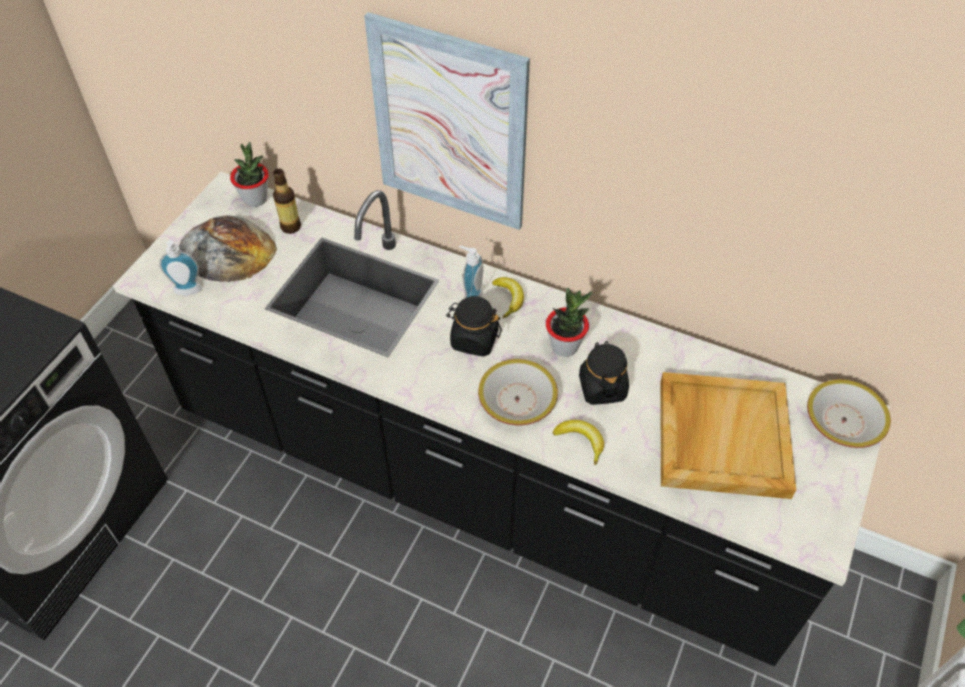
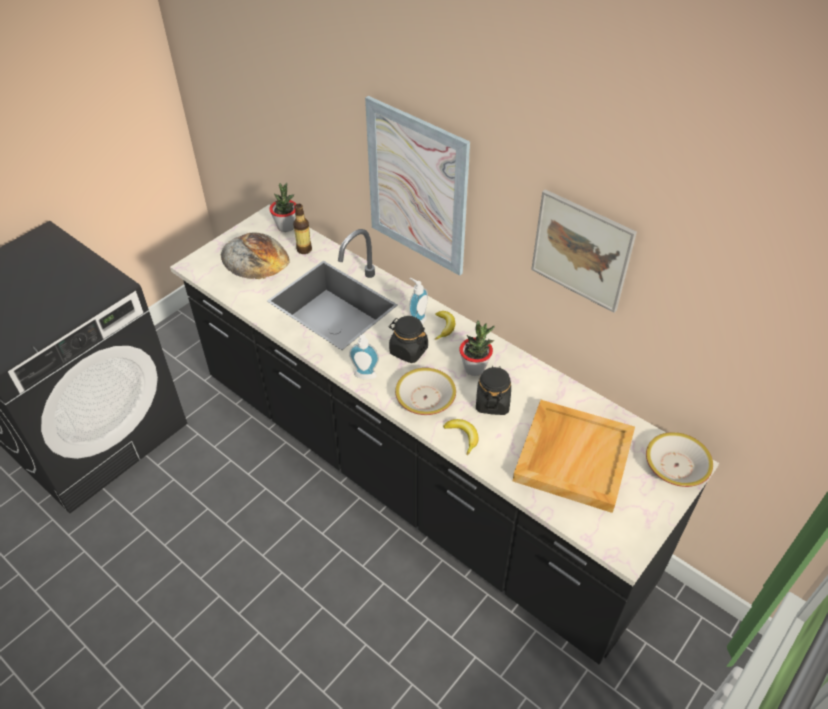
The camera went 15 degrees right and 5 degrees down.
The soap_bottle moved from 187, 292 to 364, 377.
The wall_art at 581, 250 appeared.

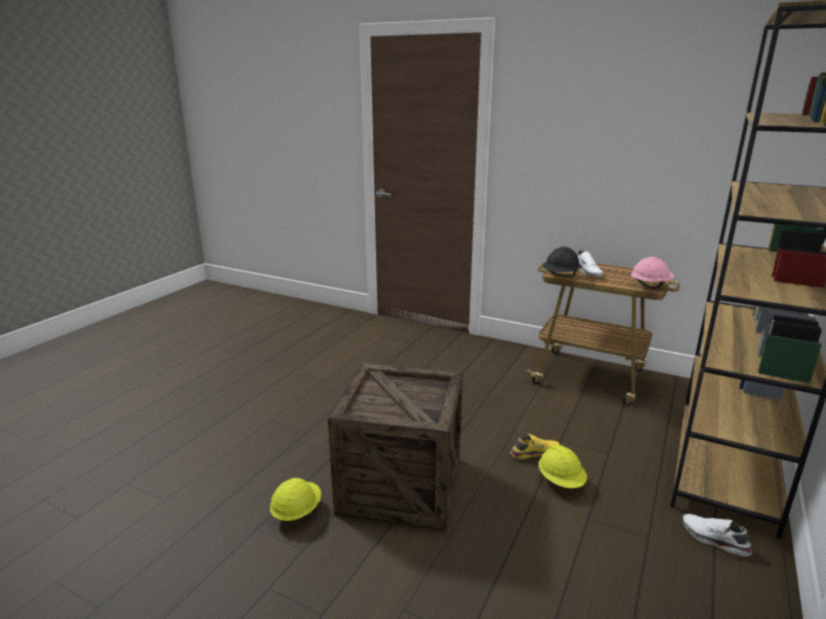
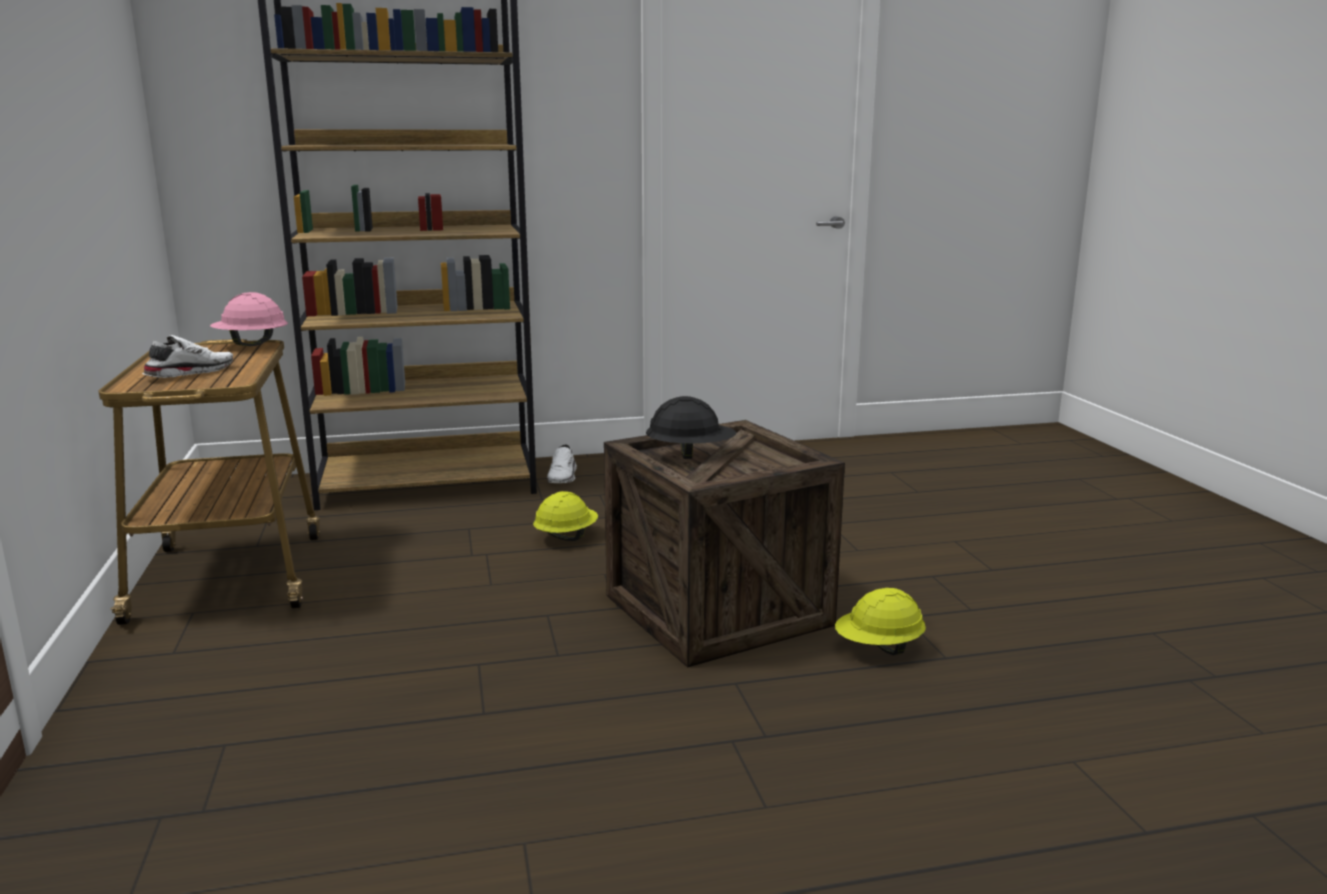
The camera went 130 degrees left and 5 degrees down.
The yellowish_low_shoe at 534, 452 disappeared.
The blackish_safety_helmet moved from 560, 276 to 690, 455.

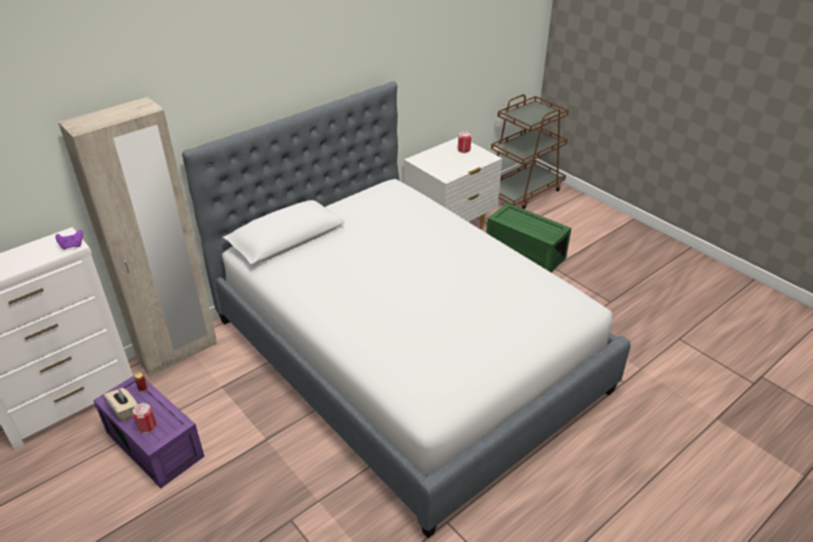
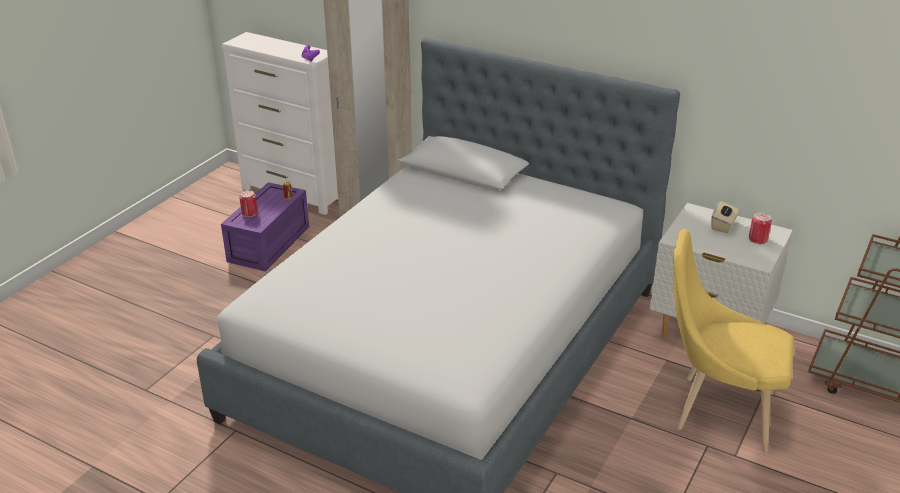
The camera went 70 degrees right and 5 degrees down.
The beige-coloured_box_of_tissues moved from 124, 410 to 723, 225.
The greenish_storage_box at 523, 253 was replaced by the yellowish_chair at 716, 410.

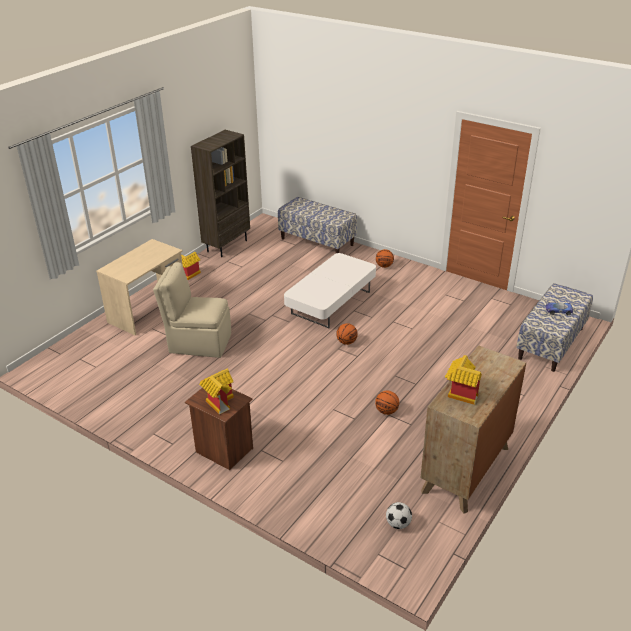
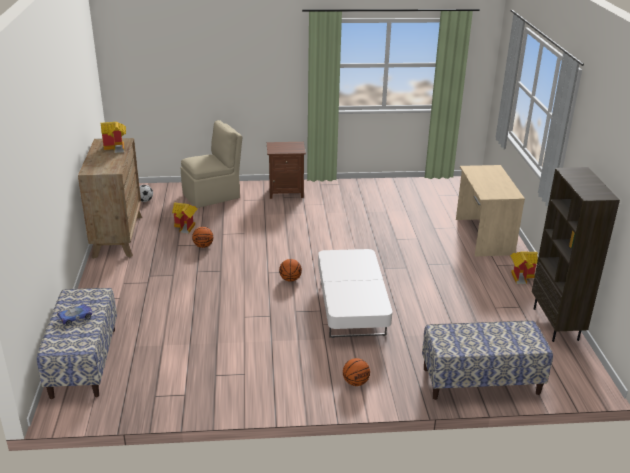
The camera went 140 degrees right and 5 degrees down.
The beige-coloured_chair moved from 198, 343 to 212, 196.
The toy_house moved from 219, 401 to 186, 227.

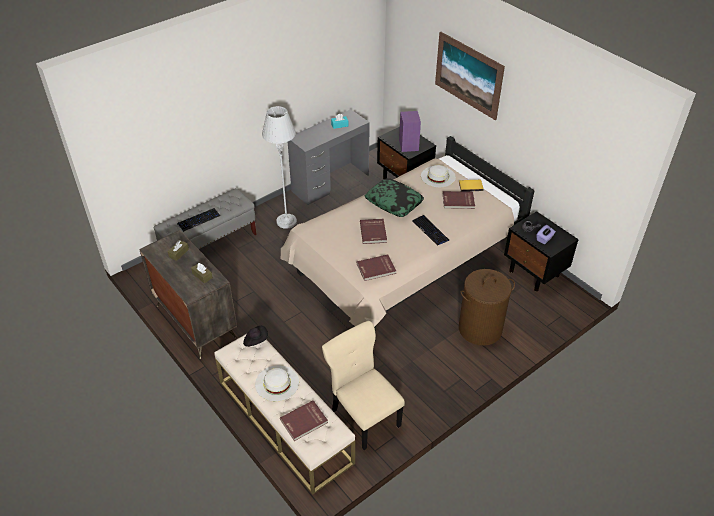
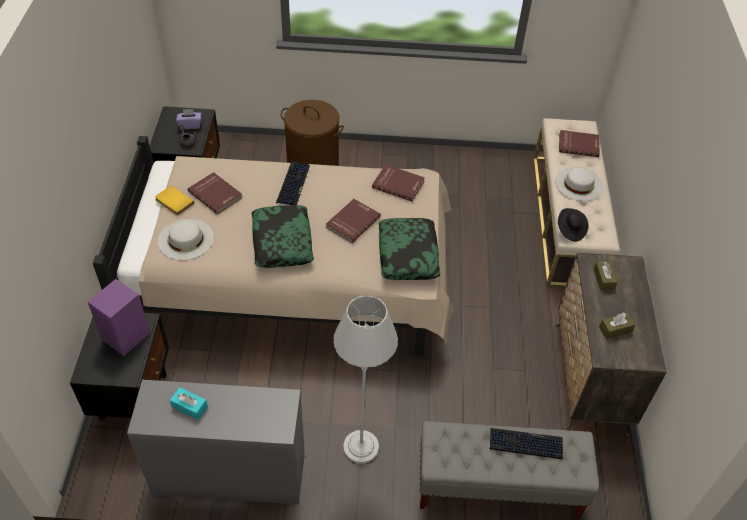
The camera went 140 degrees left and 5 degrees up.
The beige-coloured_chair at 364, 416 disappeared.
The wall_art at 468, 75 disappeared.
The cushion at 408, 255 appeared.

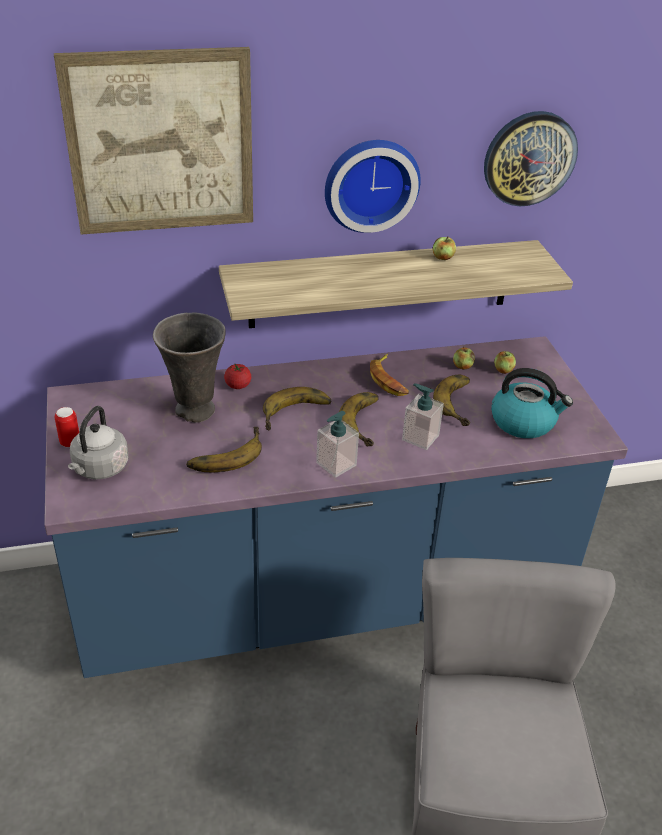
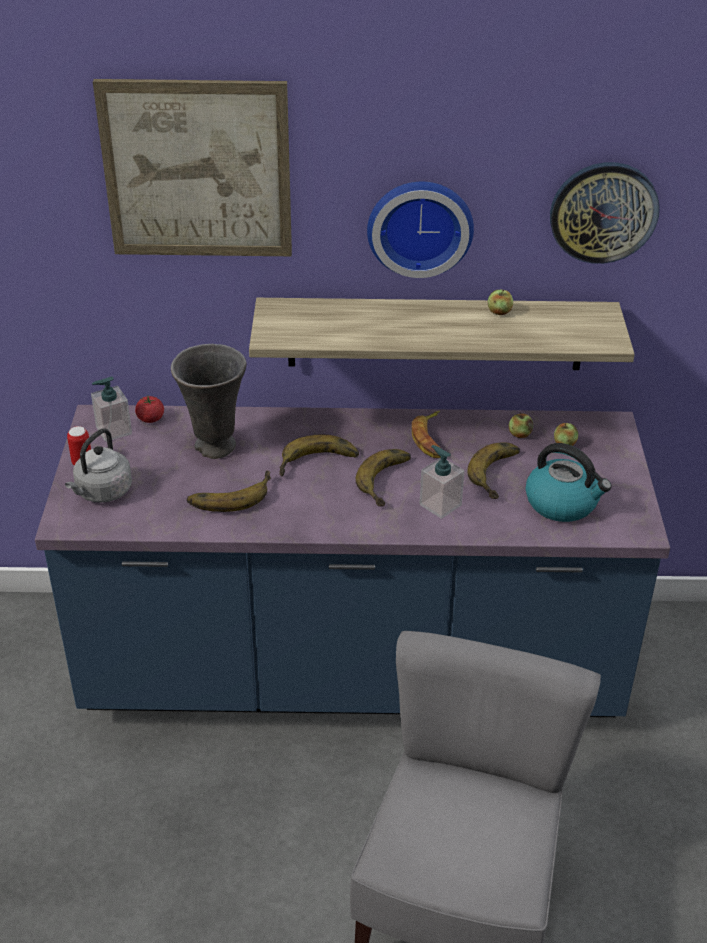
The camera went 15 degrees right and 0 degrees up.
The fresh_tomato moved from 238, 385 to 150, 419.
The soap_bottle moved from 336, 464 to 113, 430.

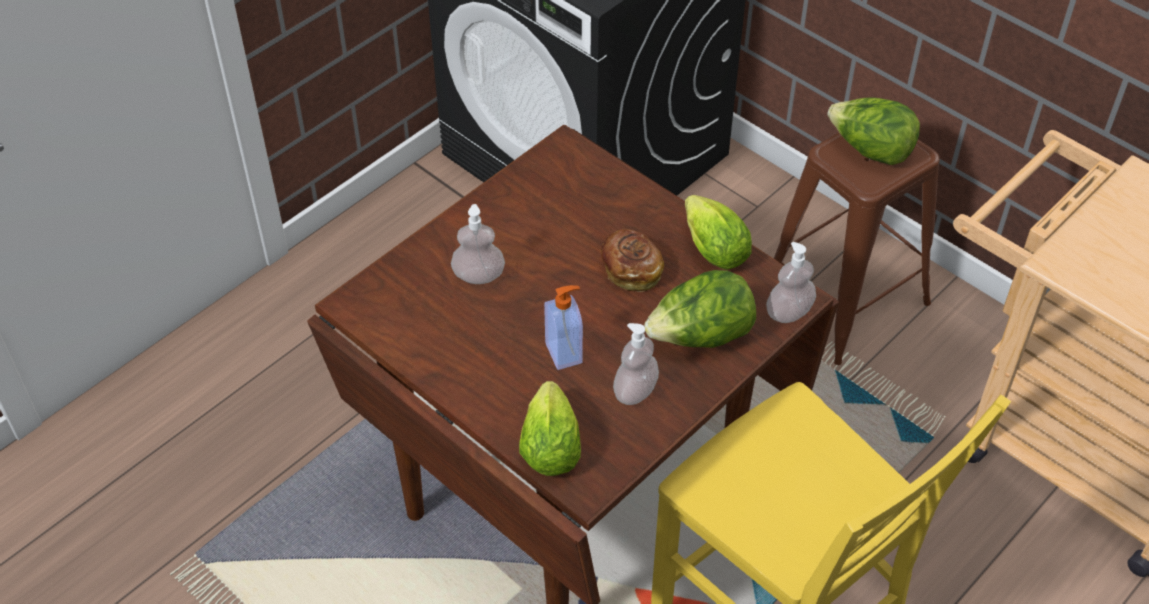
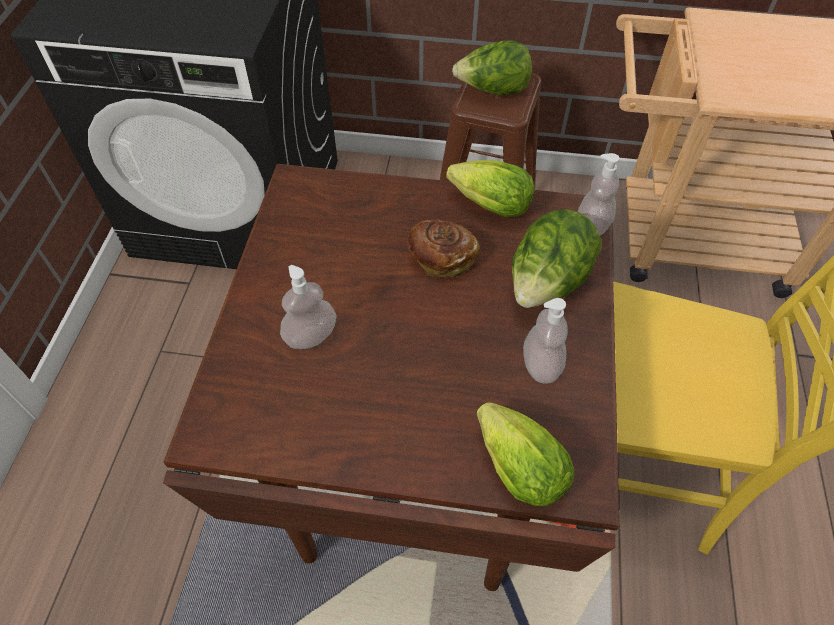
The camera went 35 degrees left and 5 degrees up.
The soap_bottle at 565, 353 disappeared.

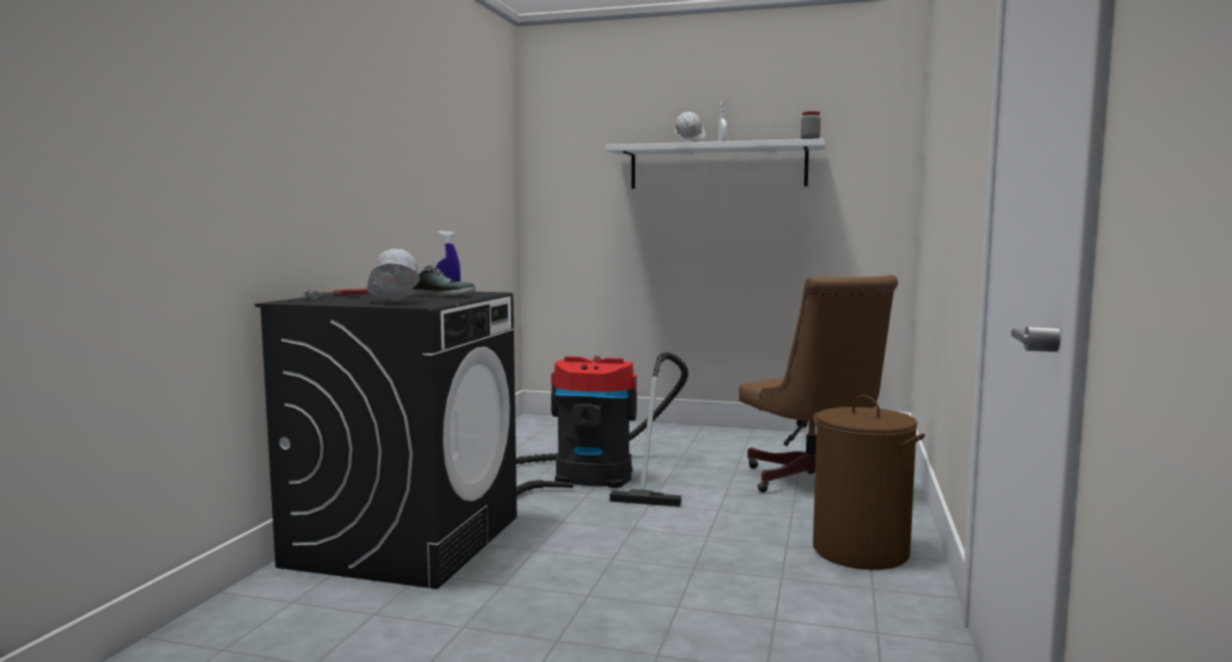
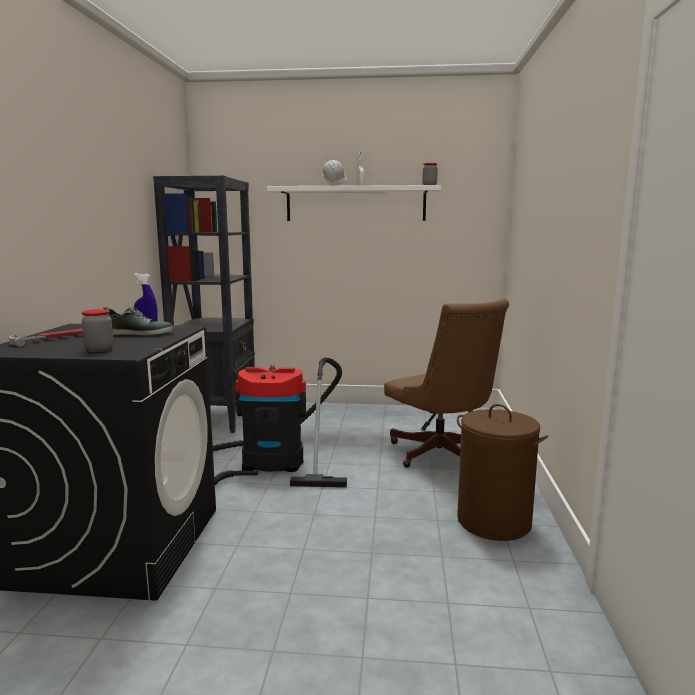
The camera went 10 degrees left and 5 degrees up.
The white_safety_helmet at 393, 302 was replaced by the preserve_jar at 99, 349.
The blackish_shelving_unit at 217, 418 appeared.

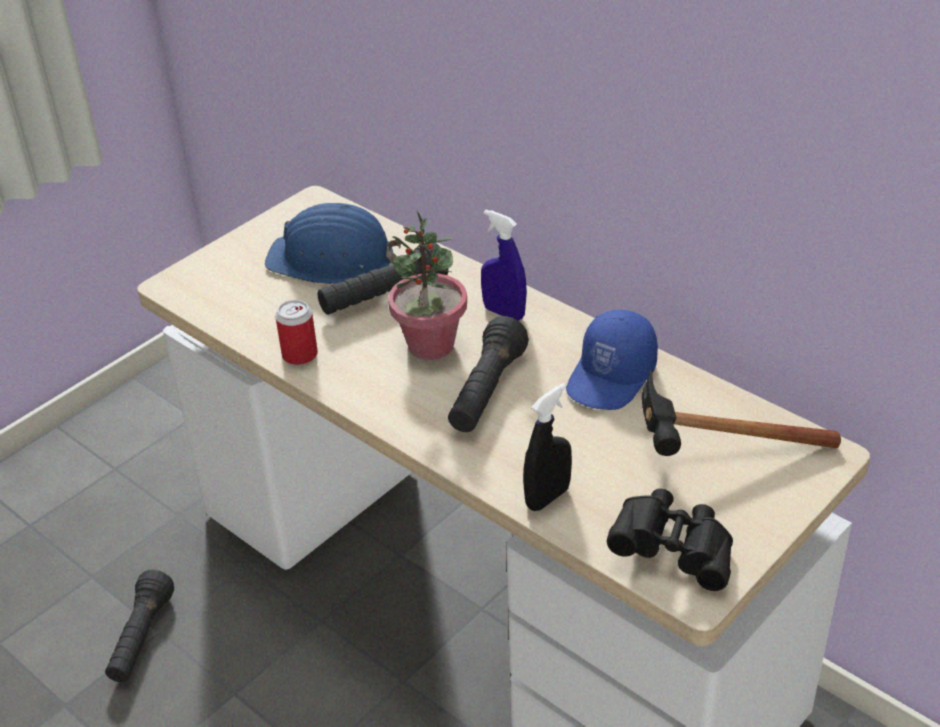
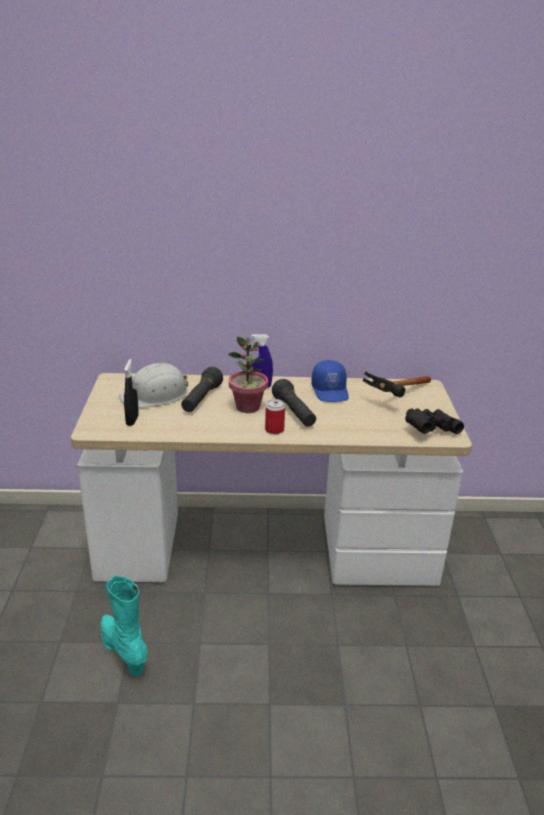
The camera went 45 degrees left and 10 degrees down.
The blackish_hand_torch at 141, 638 was replaced by the blue-green_high-top_boot at 124, 650.
The blue-coloured_safety_helmet at 332, 259 became the white_safety_helmet at 156, 395.
The sealed_can moved from 300, 355 to 274, 430.
The blackish_hand_sprayer moved from 547, 497 to 132, 420.

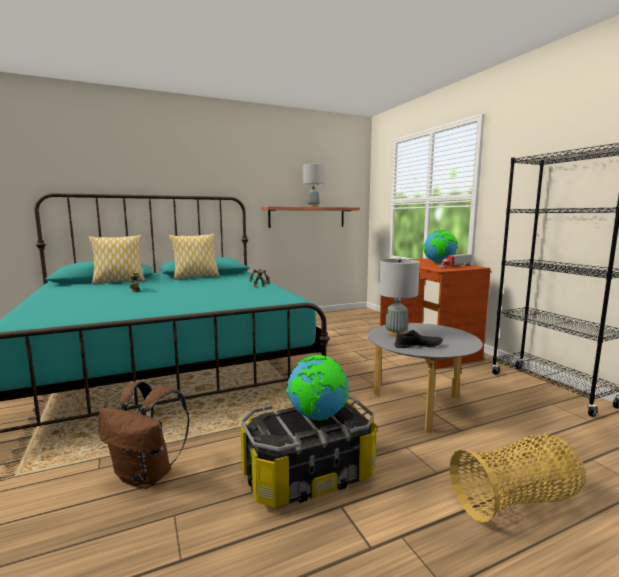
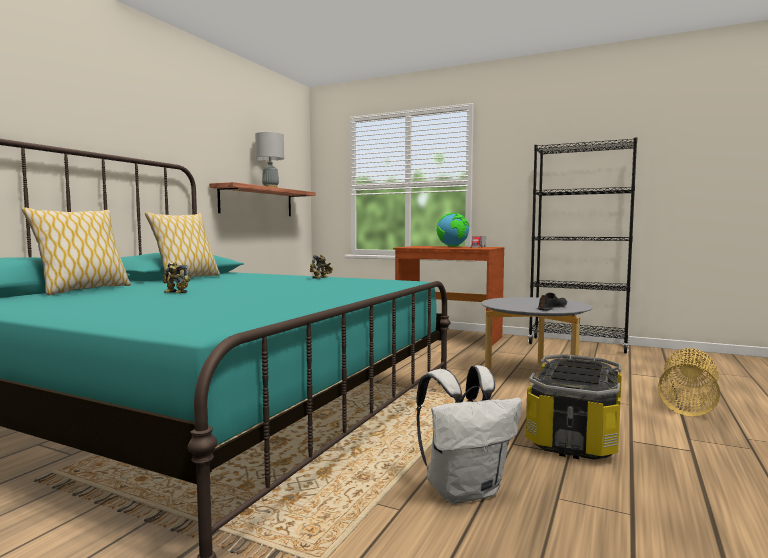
The camera went 40 degrees left and 5 degrees down.
The brownish_backpack at 147, 476 became the white_backpack at 464, 490.
The globe at 317, 417 disappeared.
The greyish_table_lamp at 396, 333 disappeared.

